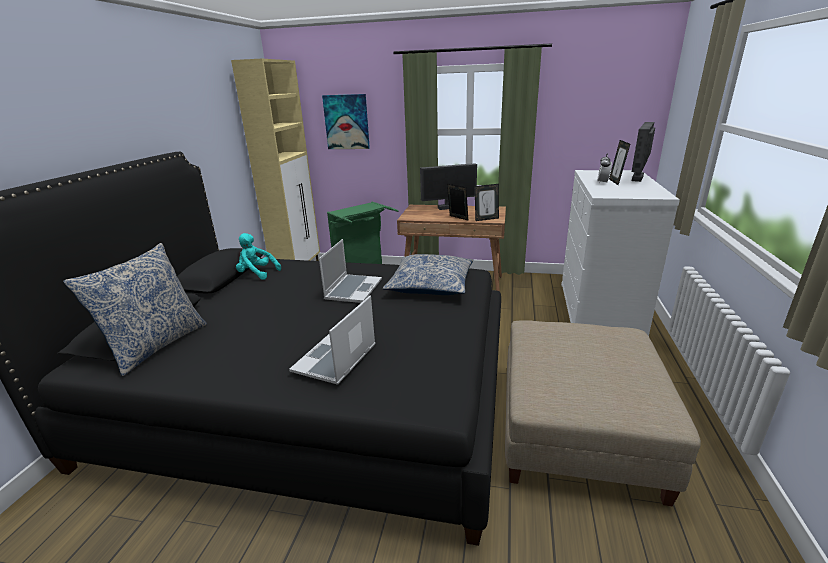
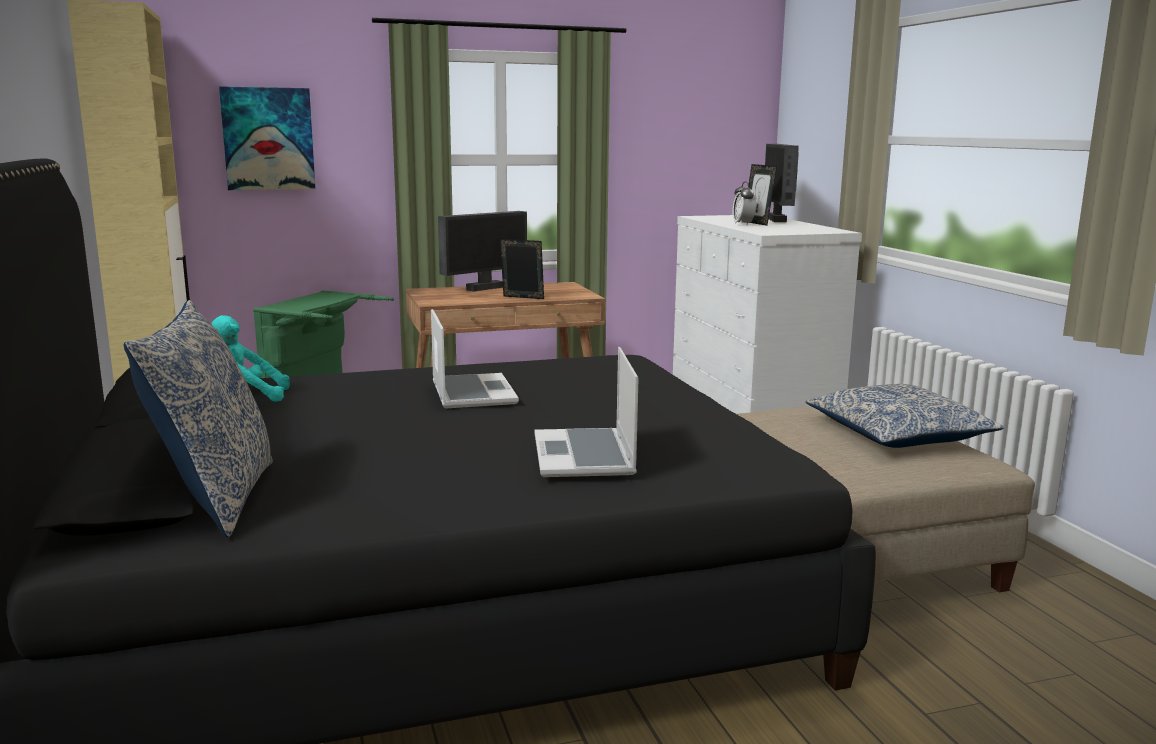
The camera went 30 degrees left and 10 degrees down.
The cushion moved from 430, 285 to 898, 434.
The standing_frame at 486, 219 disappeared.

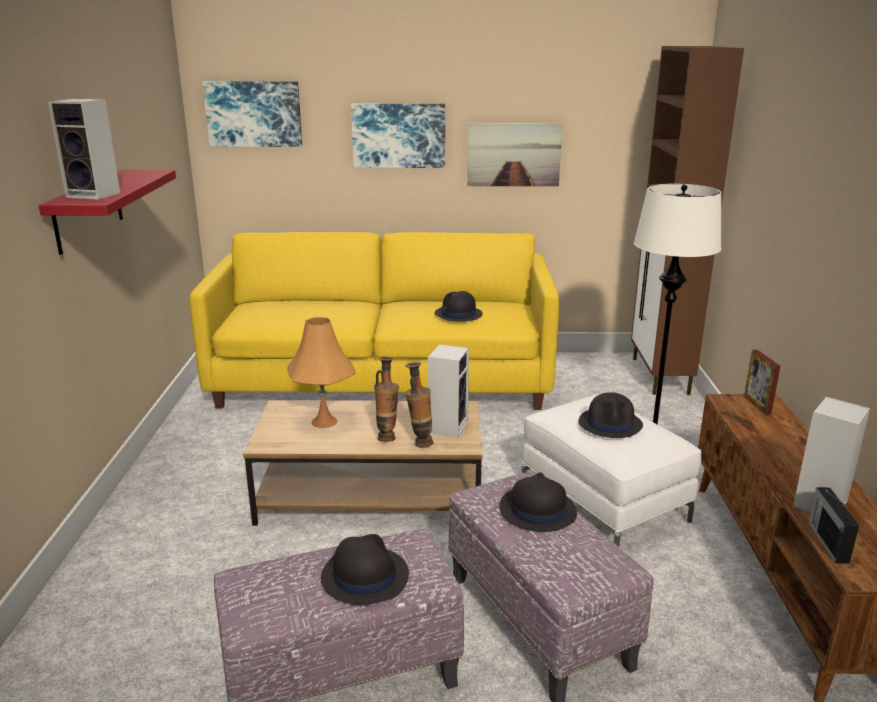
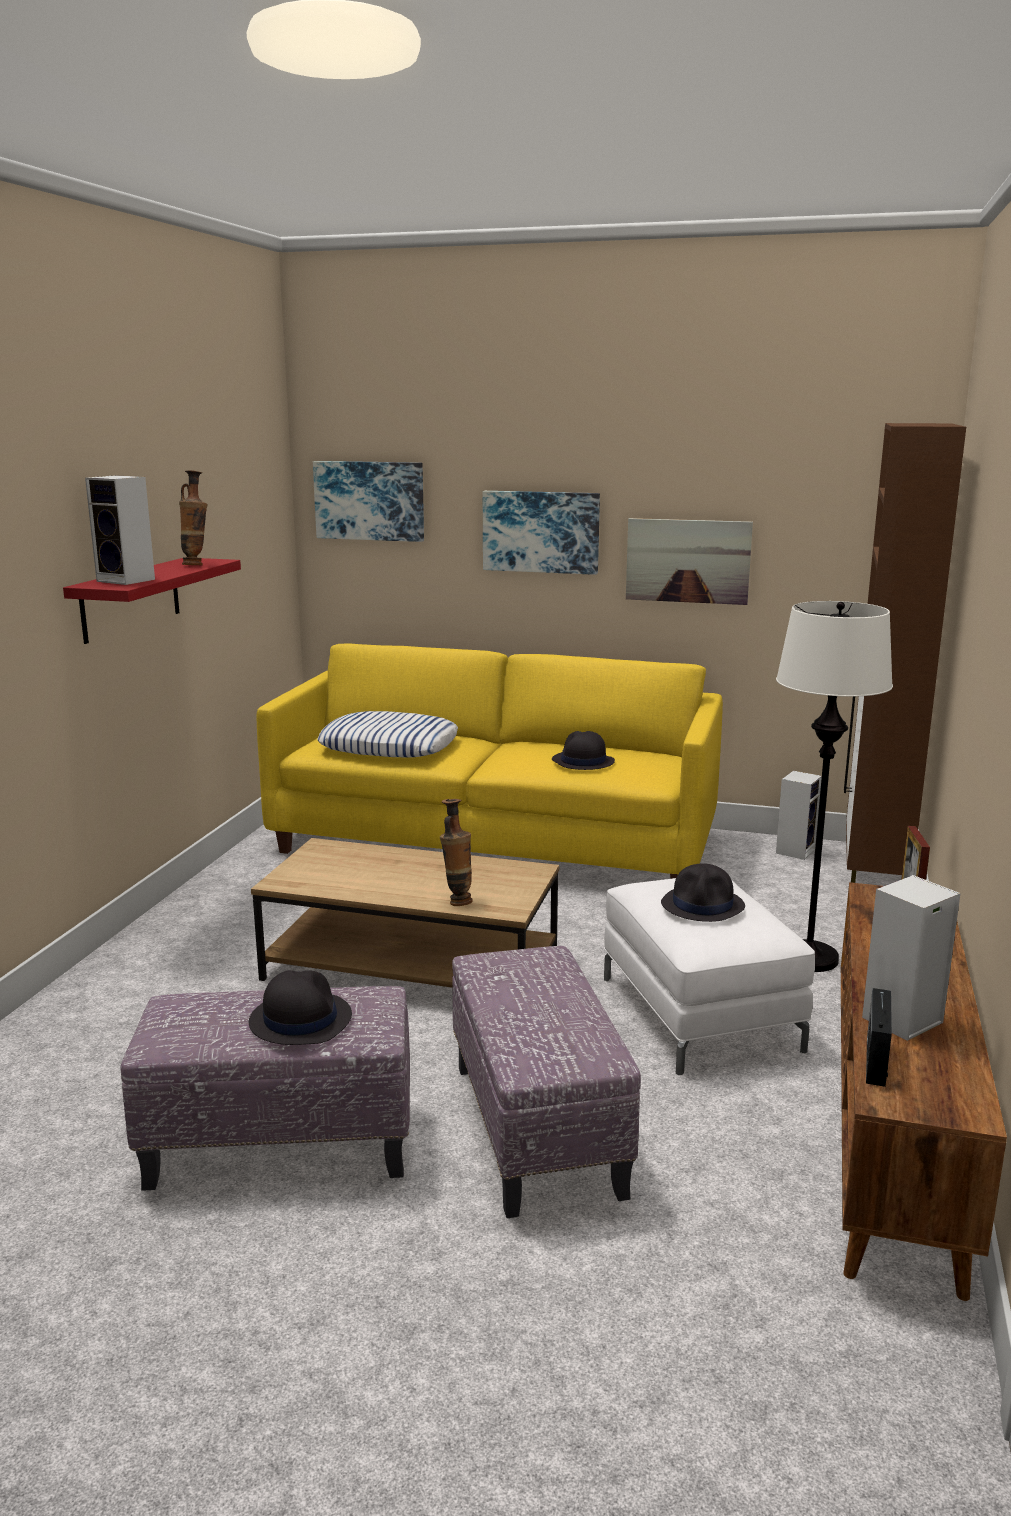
The camera went 15 degrees right and 5 degrees down.
The orangey_table_lamp at 324, 422 disappeared.
The decorative_vase moved from 387, 437 to 196, 565.
The speaker moved from 448, 426 to 795, 850.
The blackish_wearable_hat at 537, 510 disappeared.
The cushion at 389, 745 appeared.

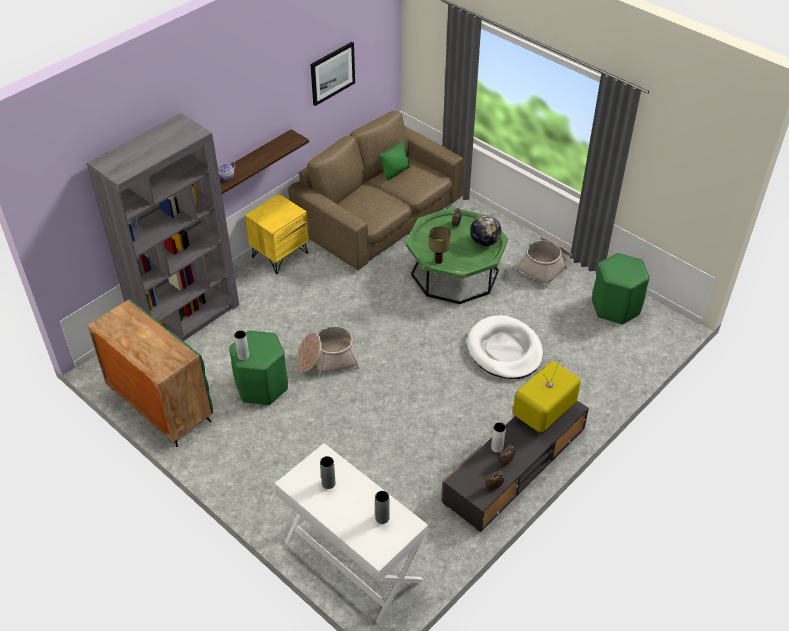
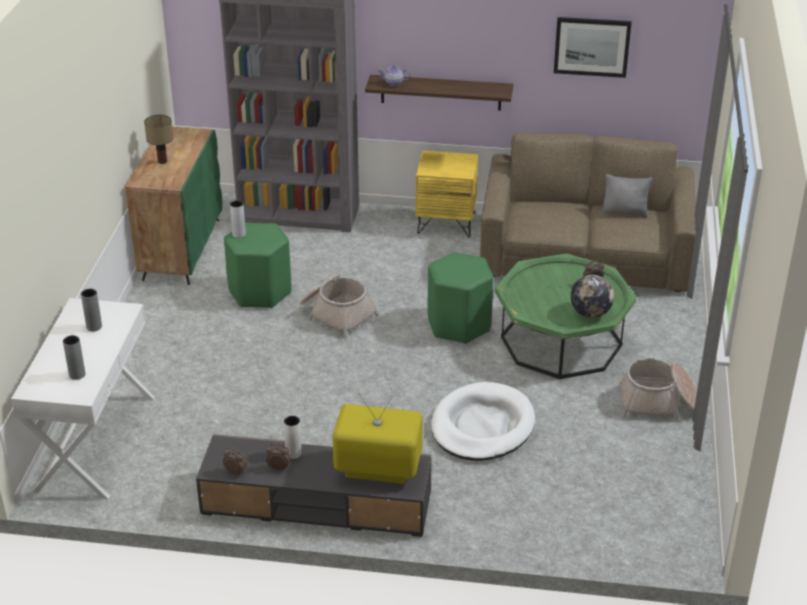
The camera went 55 degrees right and 10 degrees down.
The greenish_cushion at 395, 172 became the greyish_cushion at 625, 212.
The table_lamp moved from 439, 261 to 163, 161.
The greenish_sitting_stool moved from 615, 307 to 459, 325.

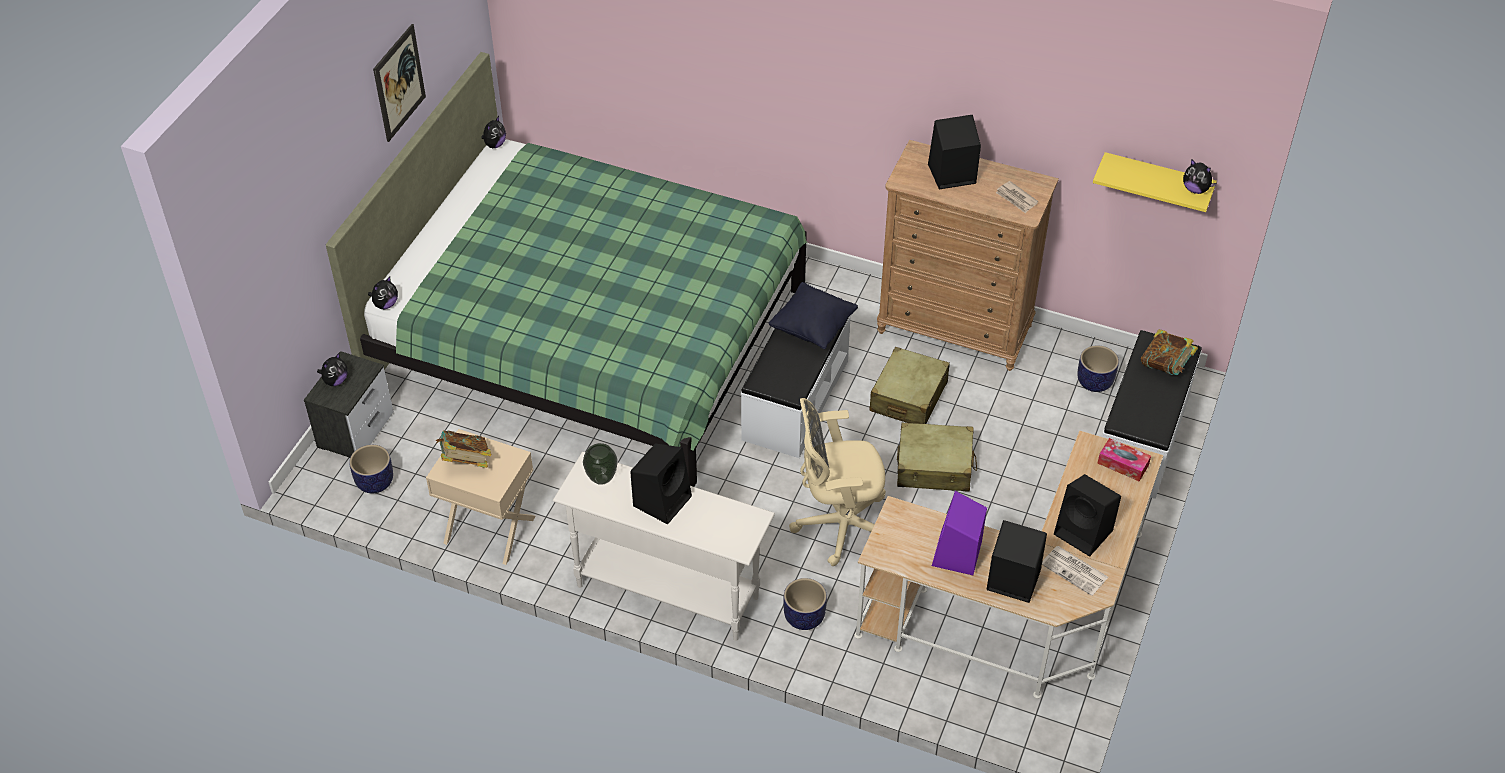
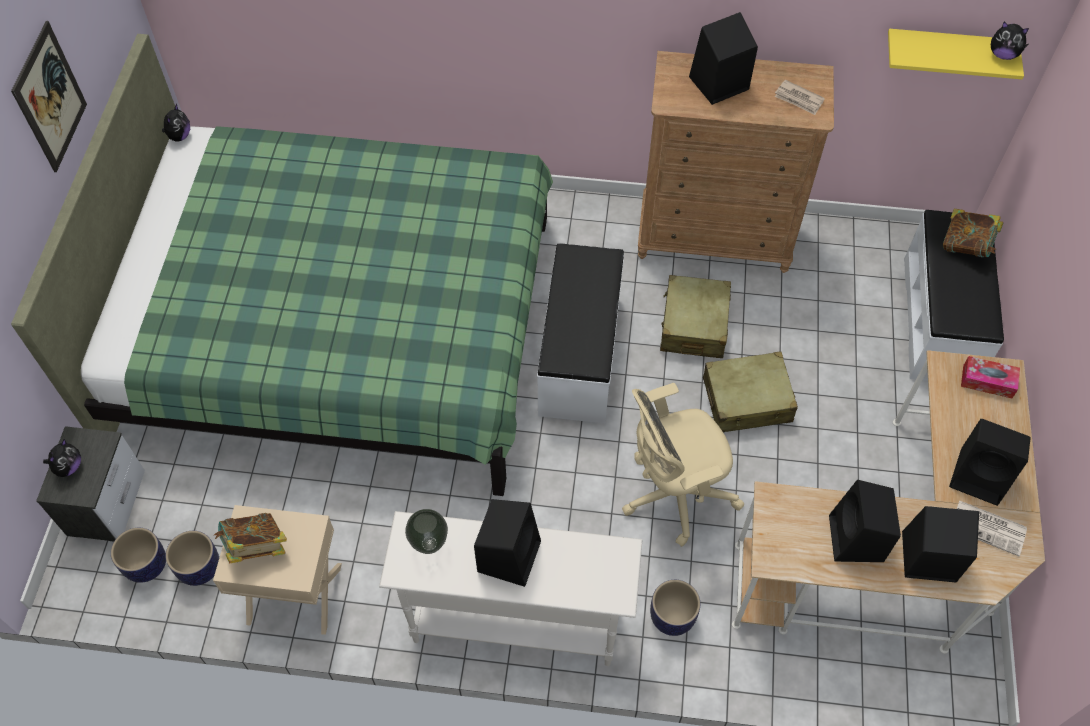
The camera went 15 degrees left and 10 degrees up.
The plush_toy at 385, 304 disappeared.
The blackish_cushion at 812, 328 disappeared.
The purple-coloured_speaker at 957, 555 became the blackish_speaker at 856, 540.
The plant_pot moved from 1095, 382 to 200, 568.

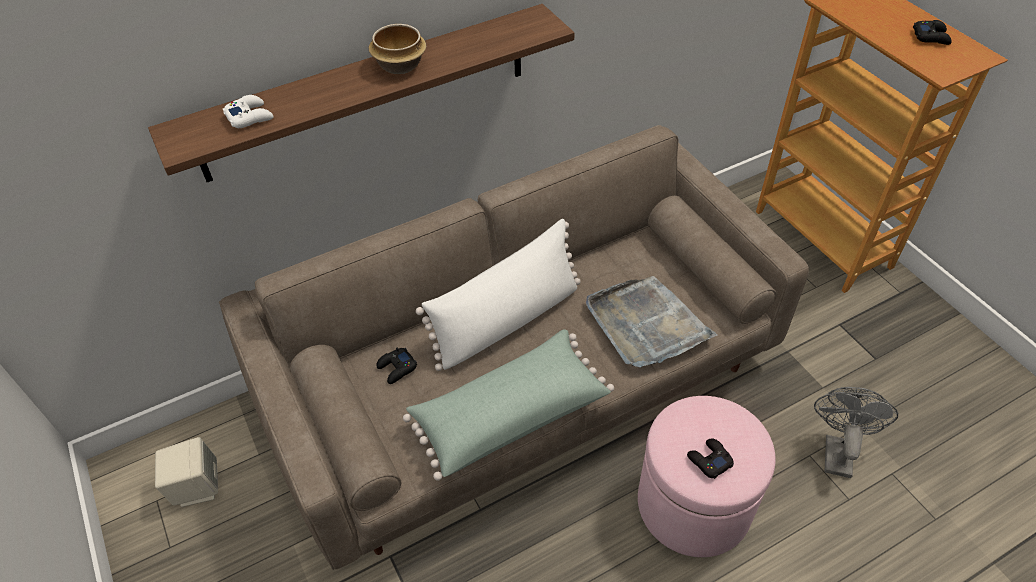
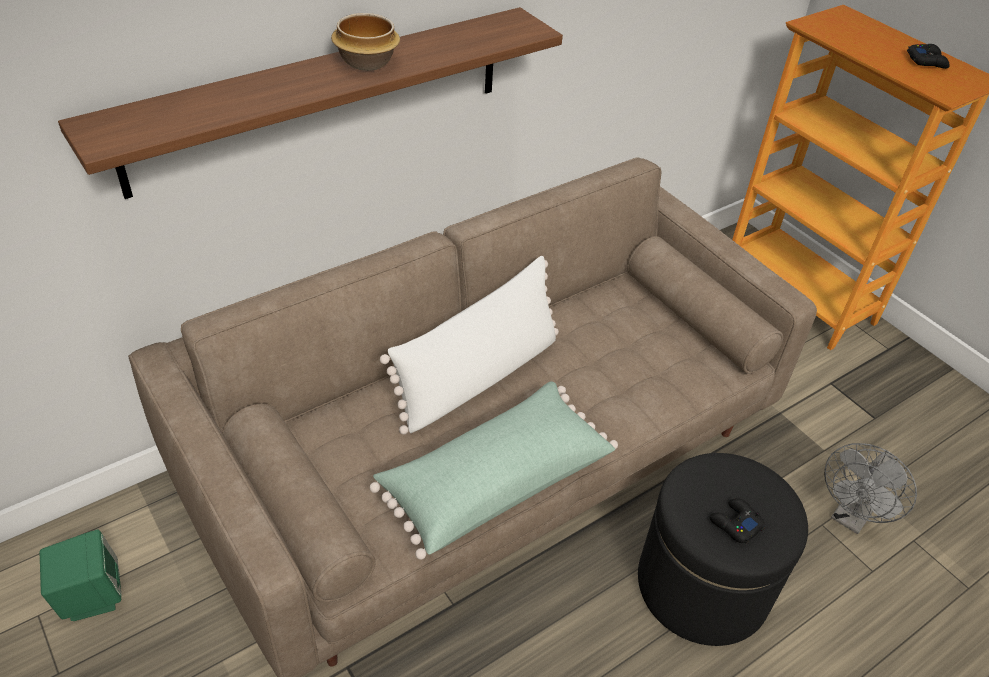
The camera went 10 degrees left and 5 degrees down.
The beige-coloured_speaker at 196, 487 became the greenish_speaker at 91, 596.
The white_joypad at 250, 117 disappeared.
The blackish_joypad at 397, 368 disappeared.
The greyish_tray at 646, 324 disappeared.
The pink-coloured_footrest at 693, 504 became the blackish_footrest at 702, 585.
The greyish_cooling_fan at 837, 450 turned 150 degrees counterclockwise.

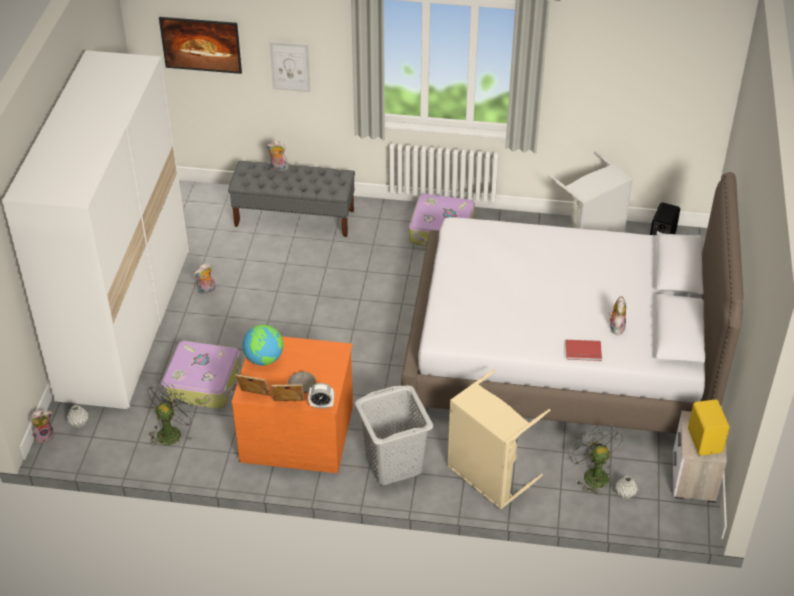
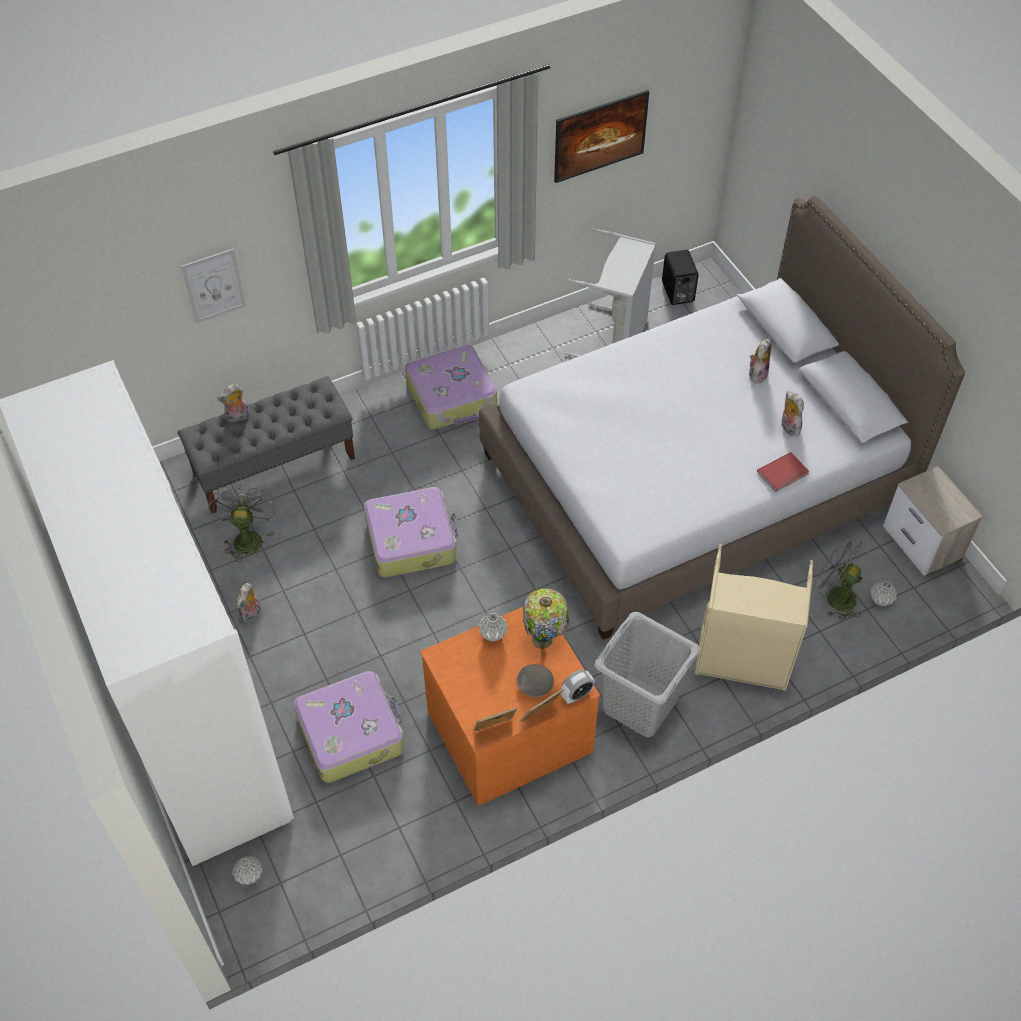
The camera went 35 degrees left and 10 degrees up.
The plush_toy moved from 44, 436 to 757, 373.
The greyish_cooling_fan moved from 171, 431 to 247, 537.
The wall_art moved from 202, 57 to 599, 151.
The globe at 264, 359 disappeared.
The yellowish_speaker at 705, 440 disappeared.
The suitcase at 411, 539 appeared.
The greyish_decorative_vase at 492, 634 appeared.
The table_lamp at 544, 640 appeared.

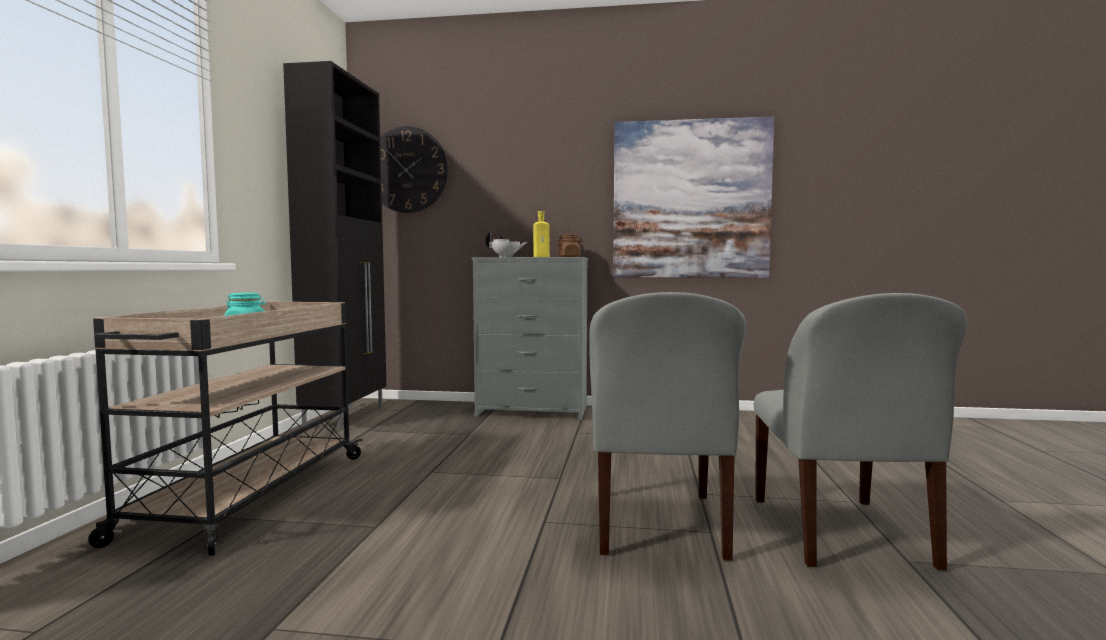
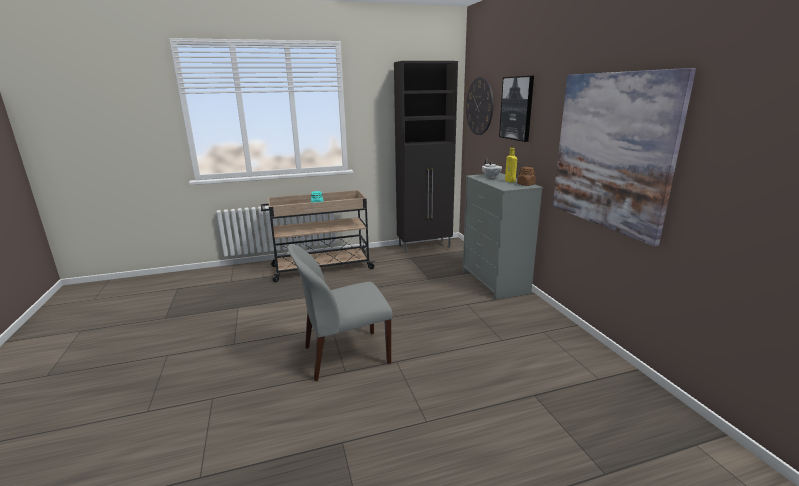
The camera went 65 degrees right and 15 degrees up.
The greyish_chair at 841, 534 disappeared.
The wall_art at 517, 108 appeared.

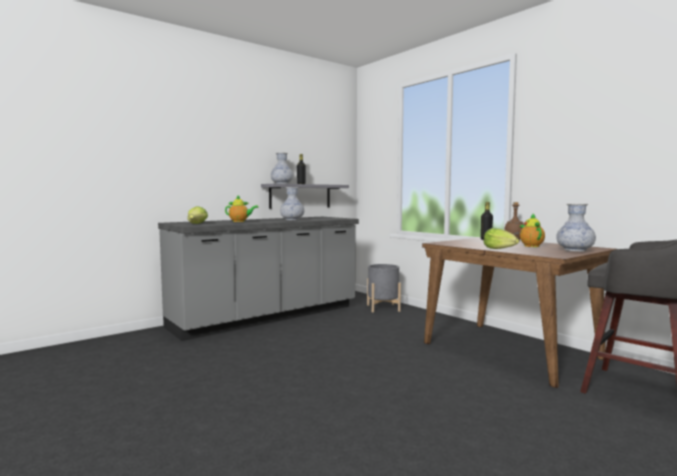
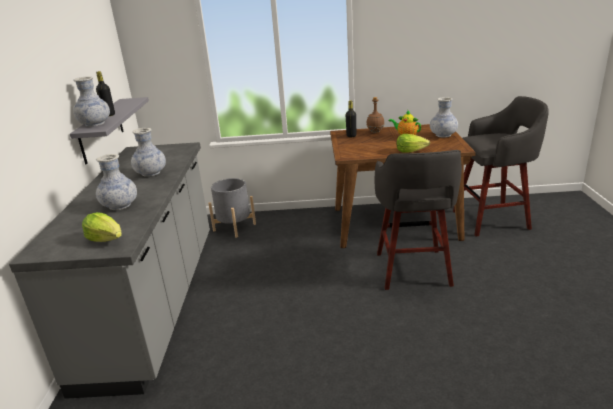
The camera went 50 degrees left and 20 degrees up.
The teapot at 240, 221 was replaced by the decorative_vase at 120, 205.
The greyish_sitting_stool at 413, 271 appeared.

